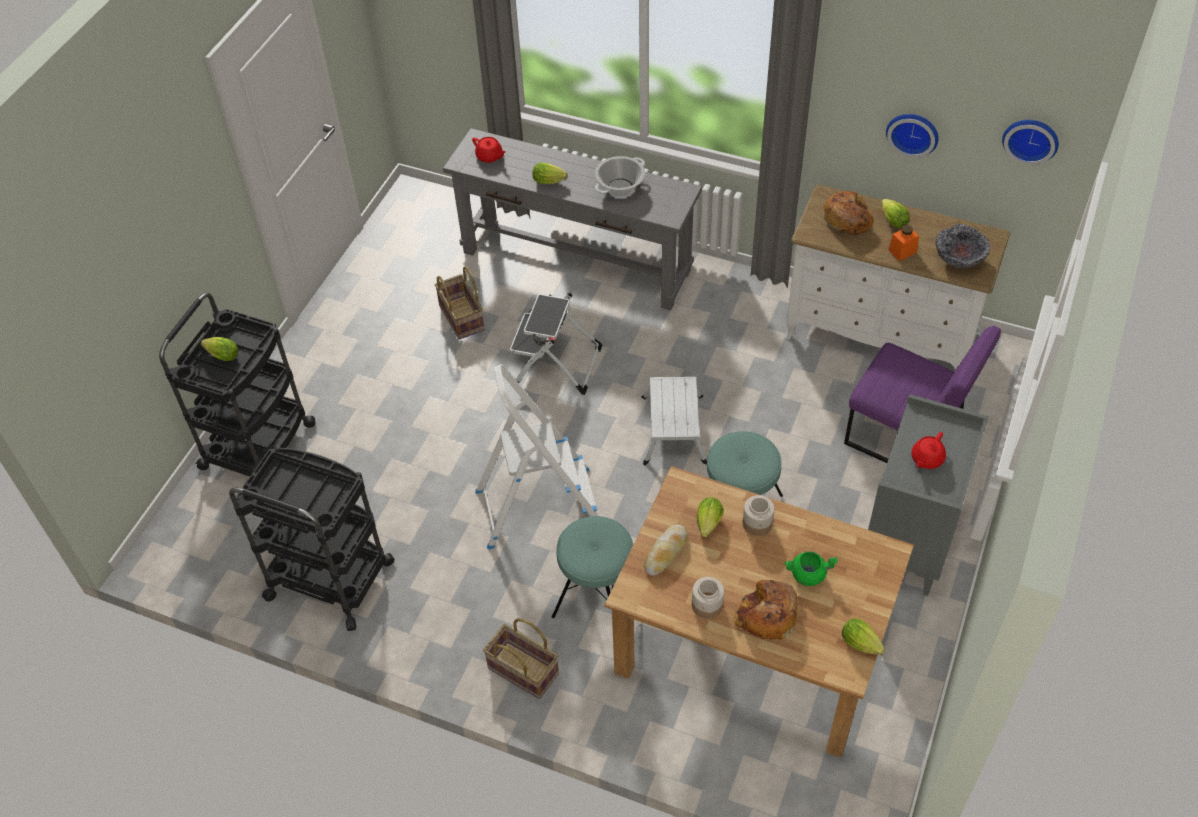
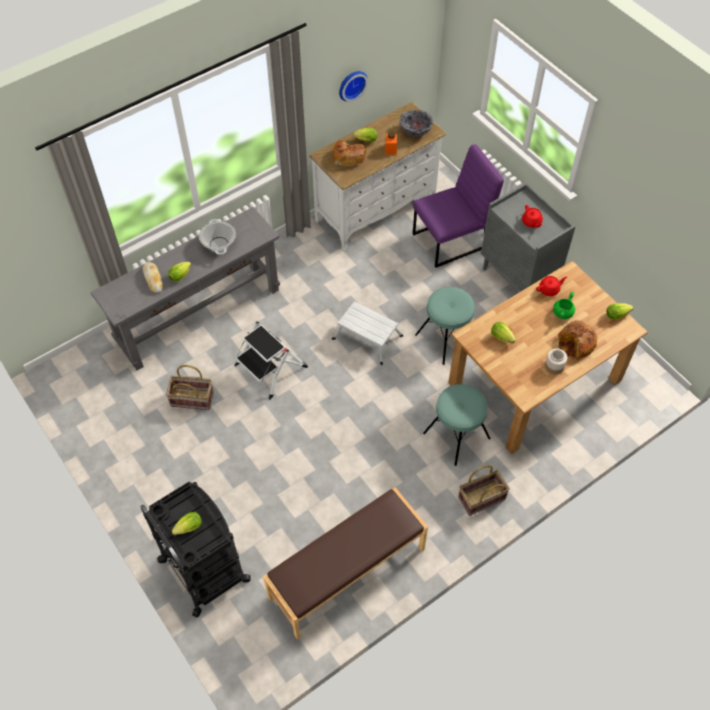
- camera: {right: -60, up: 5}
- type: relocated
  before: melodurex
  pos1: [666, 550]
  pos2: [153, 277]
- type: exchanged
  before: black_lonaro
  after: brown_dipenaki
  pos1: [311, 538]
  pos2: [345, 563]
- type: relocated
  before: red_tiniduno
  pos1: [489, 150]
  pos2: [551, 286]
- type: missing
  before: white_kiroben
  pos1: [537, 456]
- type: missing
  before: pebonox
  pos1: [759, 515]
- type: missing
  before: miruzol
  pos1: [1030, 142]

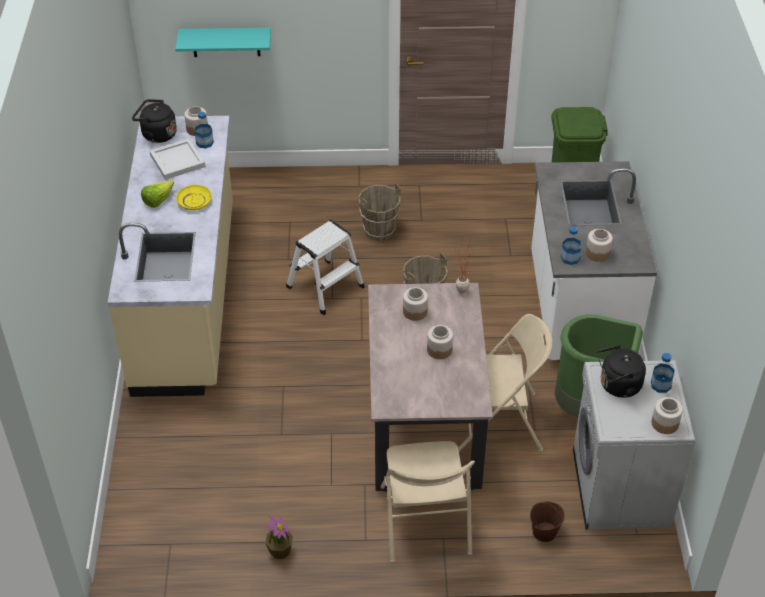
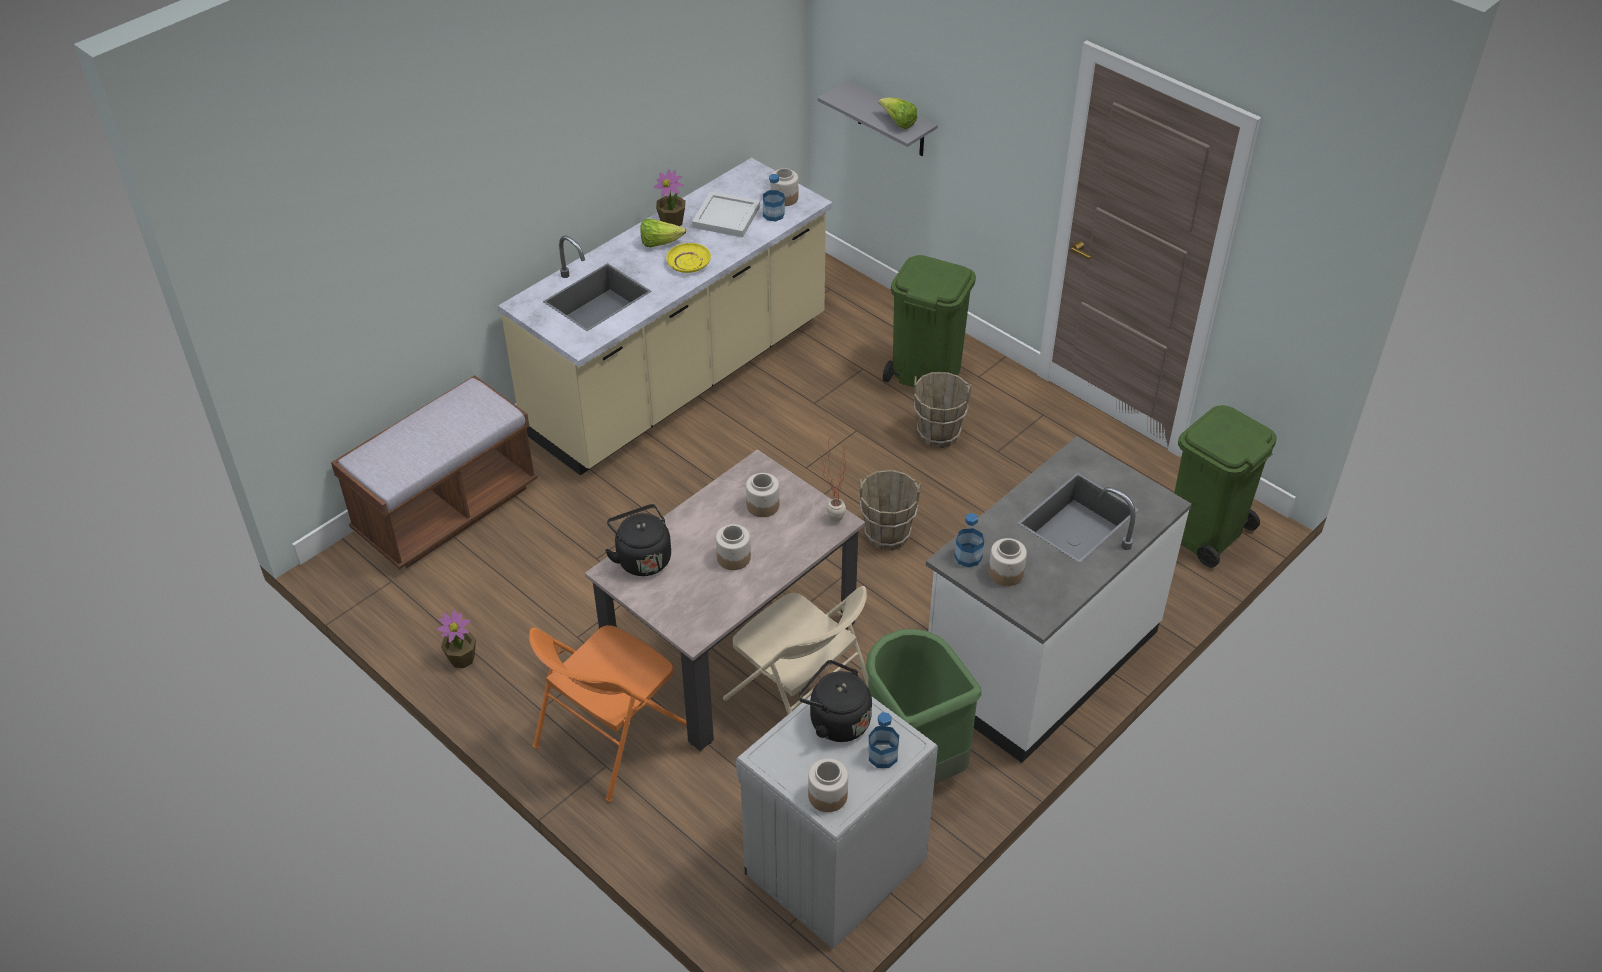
- camera: {right: 45, up: 0}
- type: appeared
  after: brown_dipenaki
  pos2: [434, 472]
- type: colour
  before: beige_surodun
  after: orange_surodun
  pos1: [428, 501]
  pos2: [608, 714]
- type: relocated
  before: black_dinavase
  pos1: [154, 121]
  pos2: [638, 540]
- type: appeared
  after: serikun
  pos2: [670, 197]
- type: colour
  before: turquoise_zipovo
  after: grey_zipovo
  pos1: [223, 42]
  pos2: [878, 118]
- type: appeared
  after: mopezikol
  pos2: [897, 113]
- type: appeared
  after: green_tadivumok
  pos2: [929, 321]
- type: missing
  before: white_kiroben
  pos1: [325, 267]
- type: missing
  before: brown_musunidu
  pos1: [547, 521]

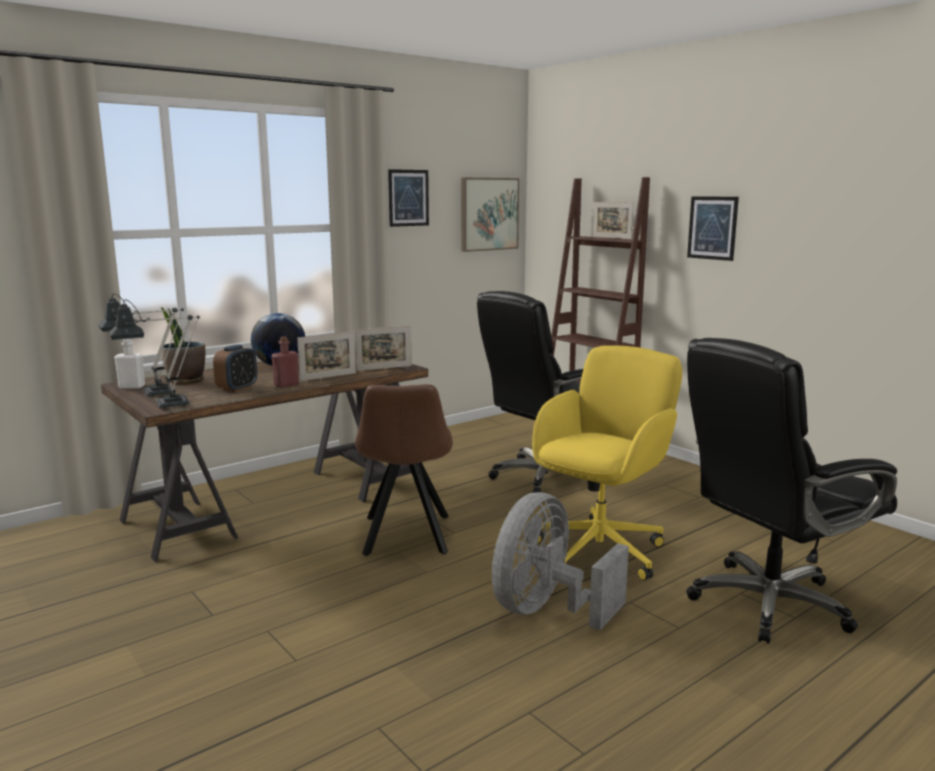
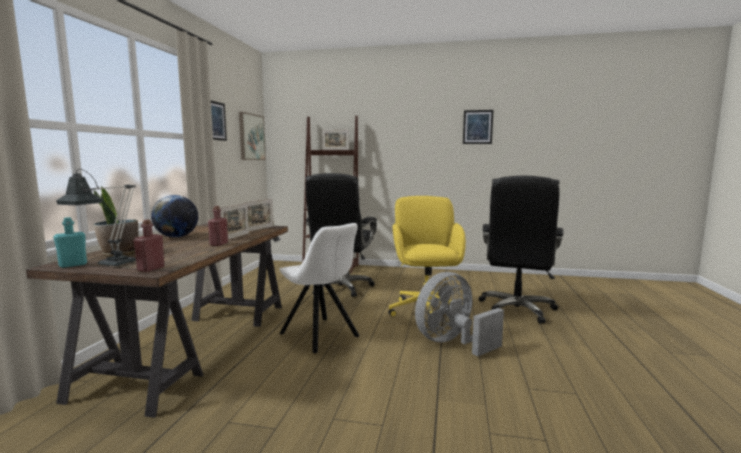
- camera: {right: -40, up: -5}
- type: colour
  before: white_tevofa
  after: turquoise_tevofa
  pos1: [129, 364]
  pos2: [70, 242]
- type: exchanged
  before: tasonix
  after: red_tevofa
  pos1: [154, 354]
  pos2: [149, 245]
- type: colour
  before: brown_surodun
  after: white_surodun
  pos1: [404, 470]
  pos2: [319, 288]
- type: spun
  before: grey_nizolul
  pos1: [560, 561]
  pos2: [459, 314]
  turn: 60
- type: relocated
  before: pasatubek
  pos1: [713, 228]
  pos2: [478, 127]
- type: missing
  before: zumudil
  pos1: [235, 368]

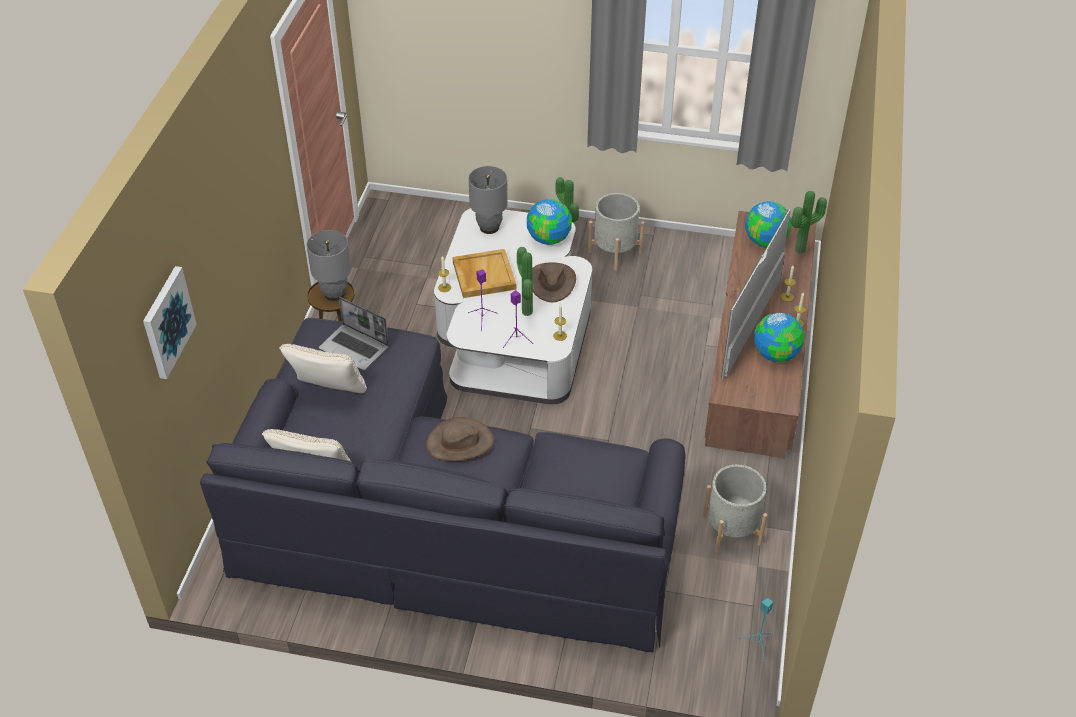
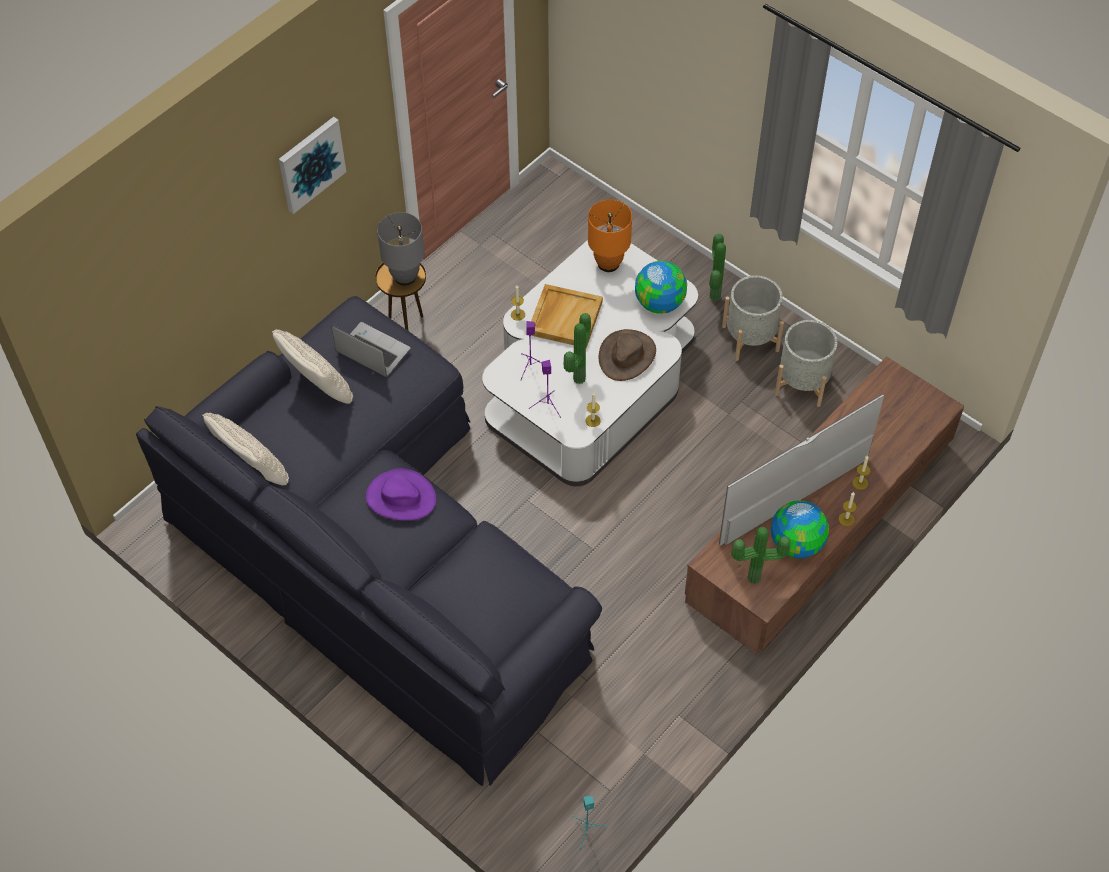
- camera: {right: 30, up: 10}
- type: relocated
  before: pasatubek
  pos1: [170, 322]
  pos2: [312, 165]
- type: spun
  before: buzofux
  pos1: [354, 333]
  pos2: [371, 349]
  turn: 150
- type: colour
  before: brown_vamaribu
  after: purple_vamaribu
  pos1: [460, 439]
  pos2: [401, 495]
- type: colour
  before: grey_tasonix
  after: orange_tasonix
  pos1: [488, 200]
  pos2: [610, 236]
- type: relocated
  before: serikun
  pos1: [809, 222]
  pos2: [761, 555]
- type: relocated
  before: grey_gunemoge
  pos1: [735, 509]
  pos2: [806, 363]
- type: missing
  before: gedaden
  pos1: [768, 224]

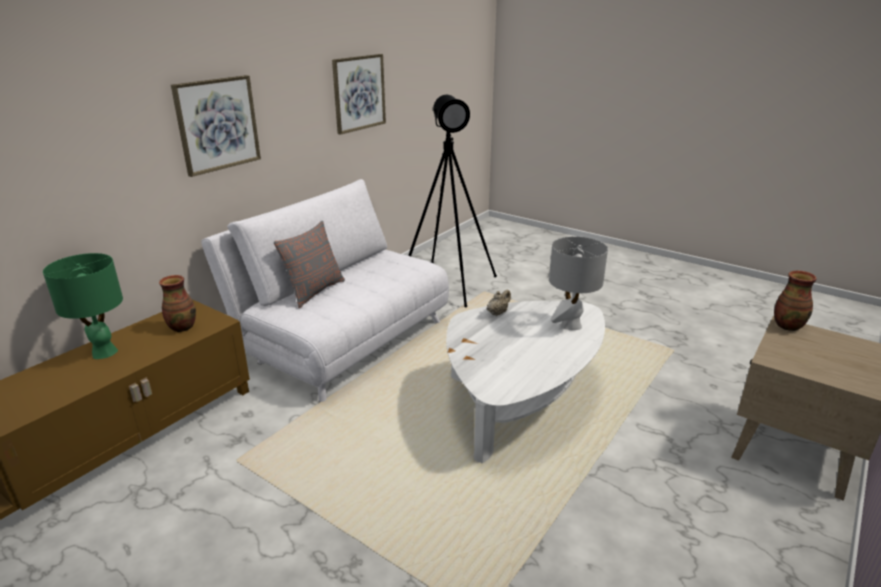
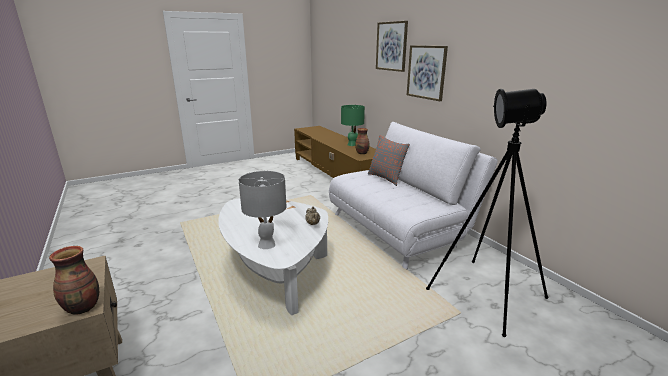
- camera: {right: 115, up: -5}
- type: relocated
  before: pasatubek
  pos1: [359, 94]
  pos2: [392, 46]

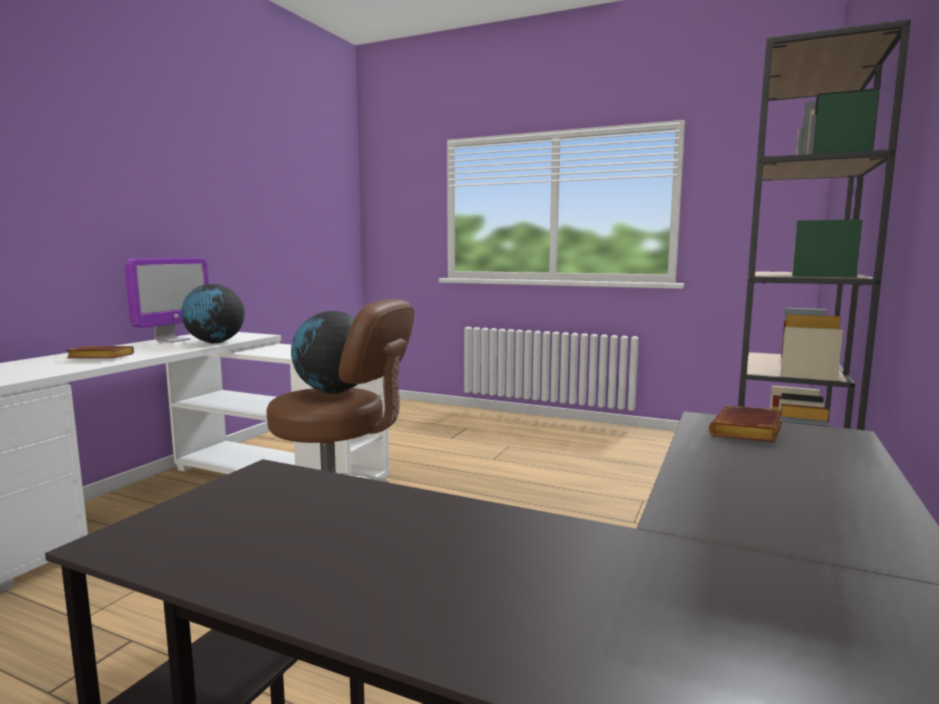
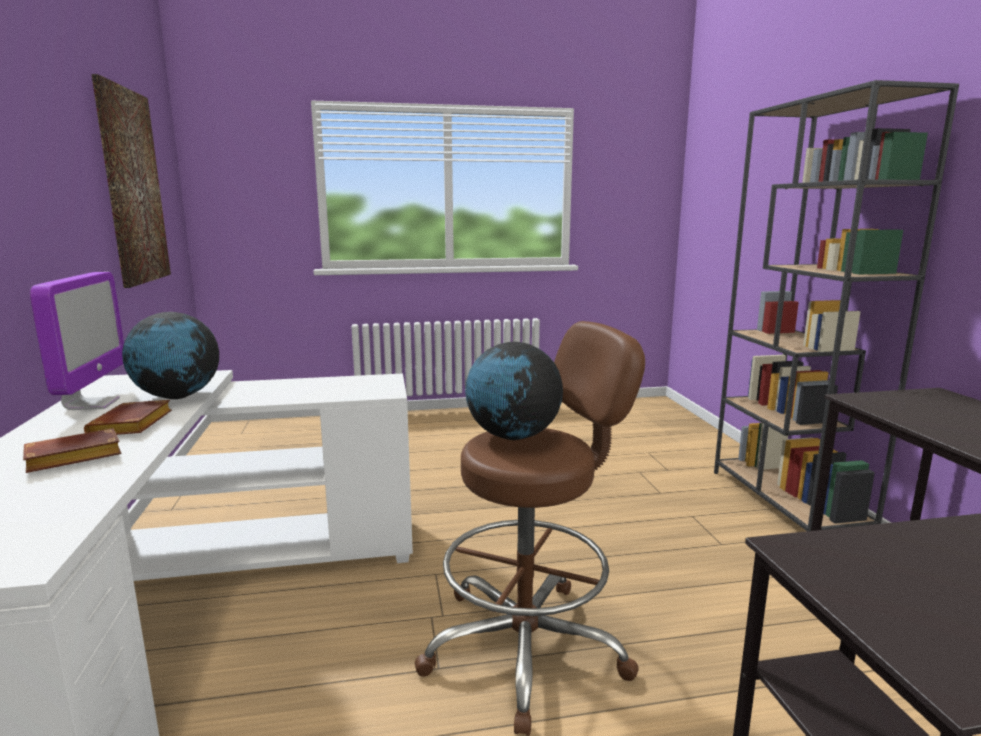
- camera: {right: -35, up: 5}
- type: relocated
  before: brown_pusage
  pos1: [746, 424]
  pos2: [128, 417]
- type: appeared
  after: pasatubek
  pos2: [131, 181]

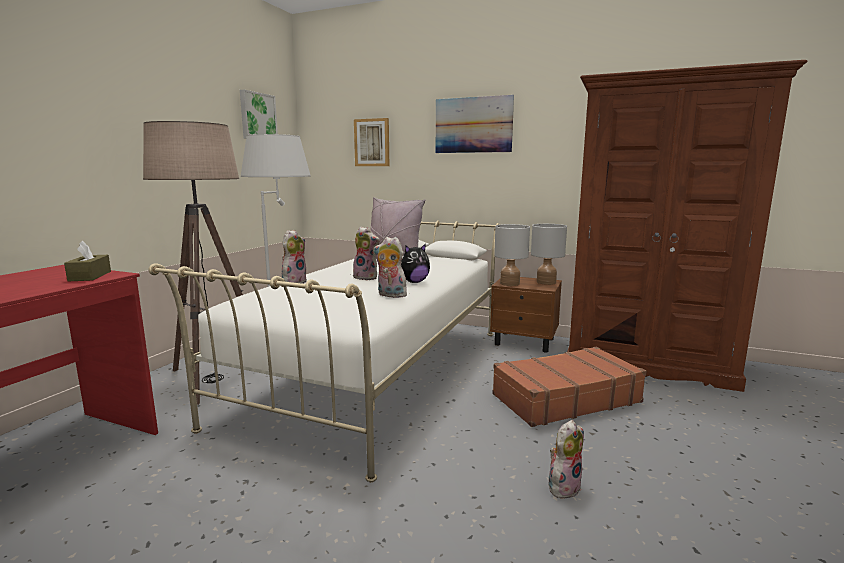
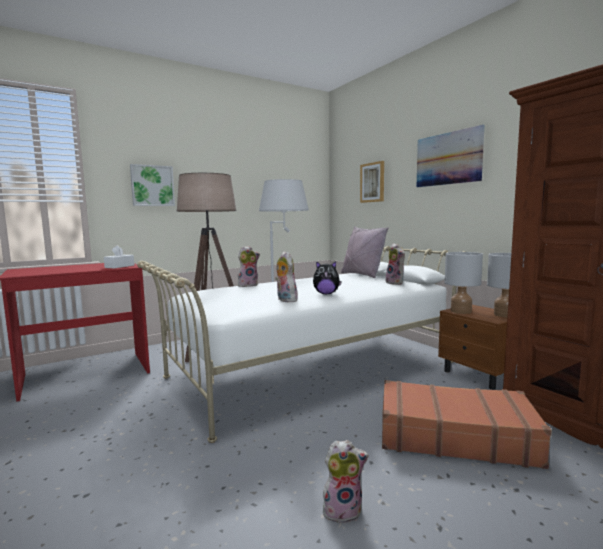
- camera: {right: 35, up: -5}
- type: colour
  before: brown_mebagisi
  after: white_mebagisi
  pos1: [87, 261]
  pos2: [119, 256]
- type: relocated
  before: pasatubek
  pos1: [259, 114]
  pos2: [152, 185]
- type: relocated
  before: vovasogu
  pos1: [366, 253]
  pos2: [395, 264]

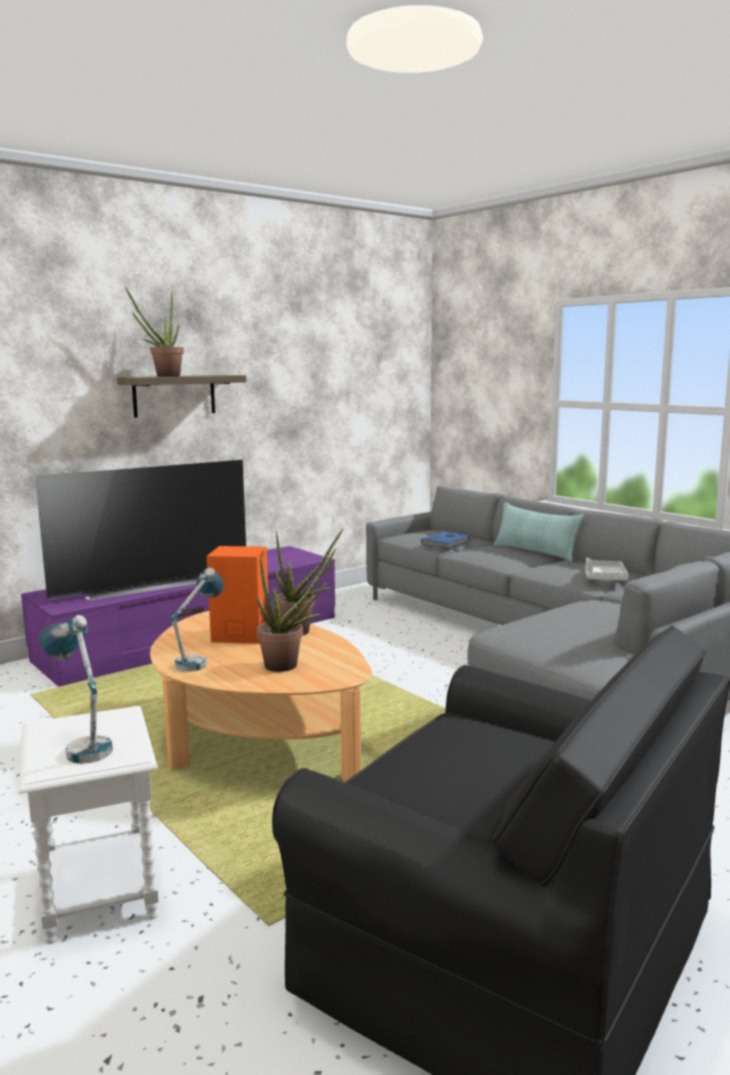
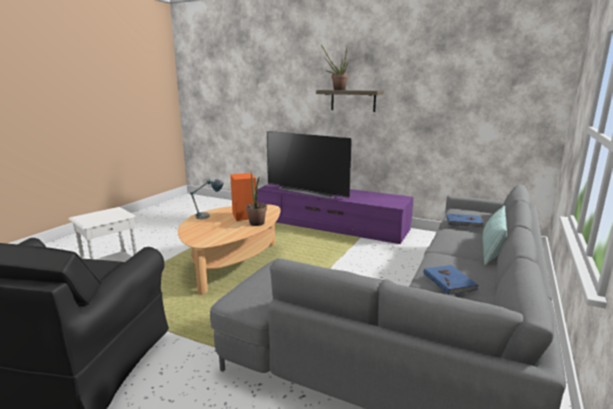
- camera: {right: 65, up: 5}
- type: exchanged
  before: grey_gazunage
  after: blue_pusage
  pos1: [606, 569]
  pos2: [451, 280]
- type: missing
  before: tasonix
  pos1: [76, 689]
- type: missing
  before: serikun
  pos1: [296, 610]

